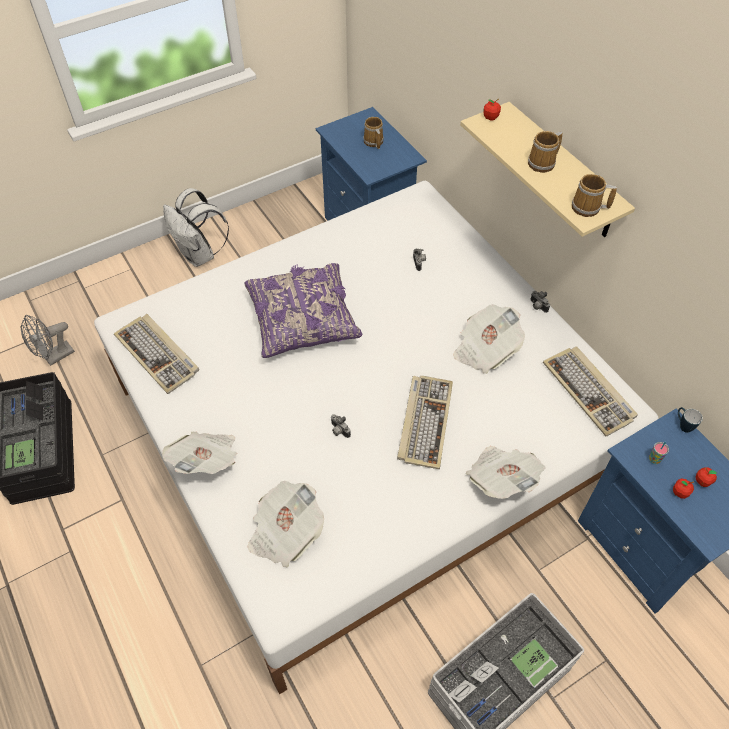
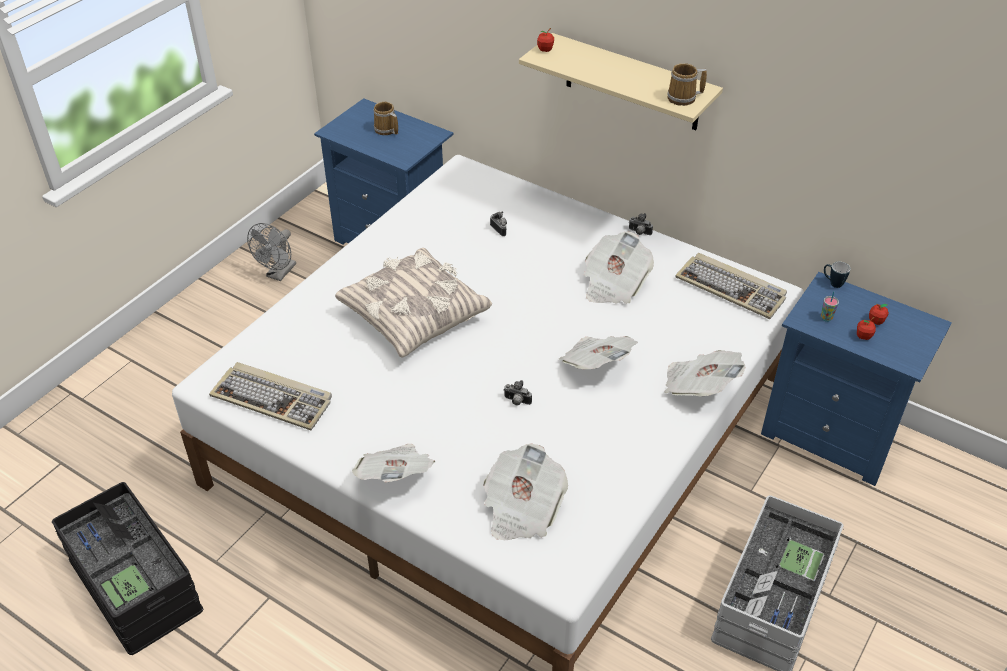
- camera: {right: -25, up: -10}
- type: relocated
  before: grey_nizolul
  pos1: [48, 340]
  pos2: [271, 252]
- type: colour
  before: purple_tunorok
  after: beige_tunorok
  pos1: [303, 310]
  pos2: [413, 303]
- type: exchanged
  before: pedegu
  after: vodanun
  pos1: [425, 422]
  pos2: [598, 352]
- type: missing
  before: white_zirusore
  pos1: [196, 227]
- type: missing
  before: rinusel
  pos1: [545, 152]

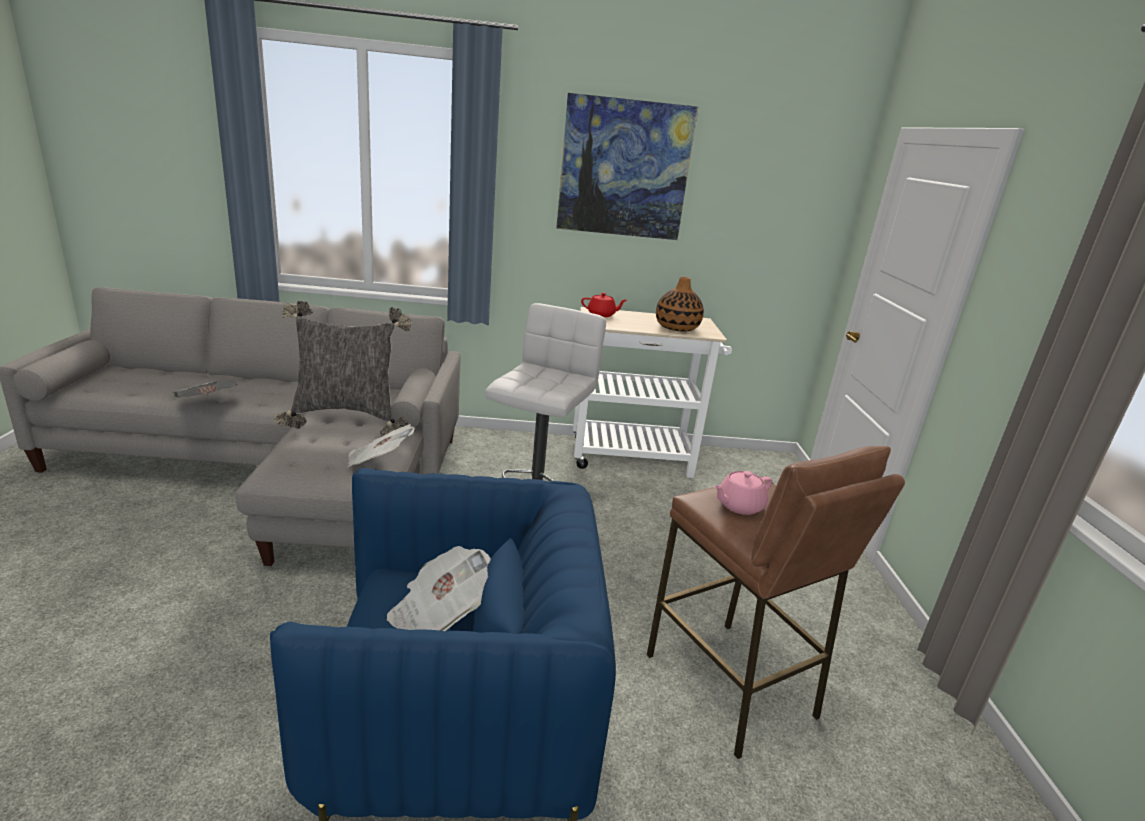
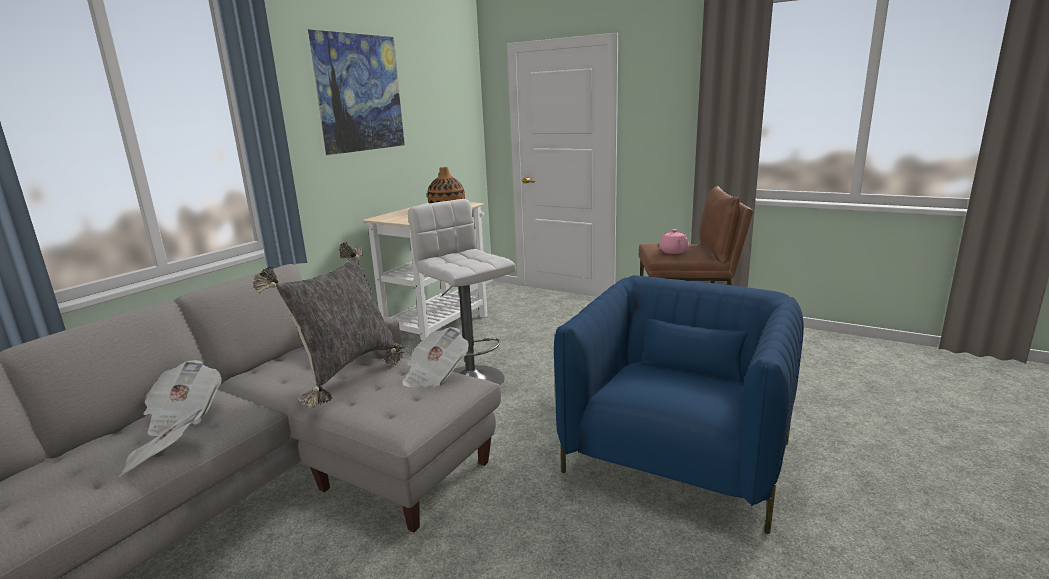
- camera: {right: -55, up: -5}
- type: relocated
  before: vodanun
  pos1: [439, 588]
  pos2: [182, 398]
- type: missing
  before: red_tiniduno
  pos1: [604, 304]

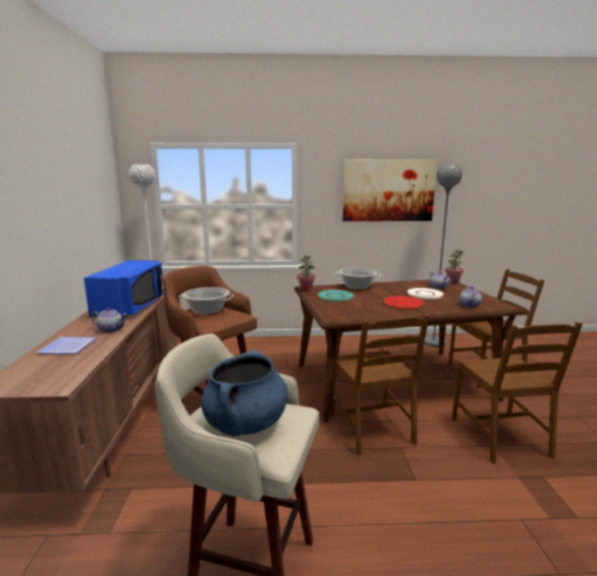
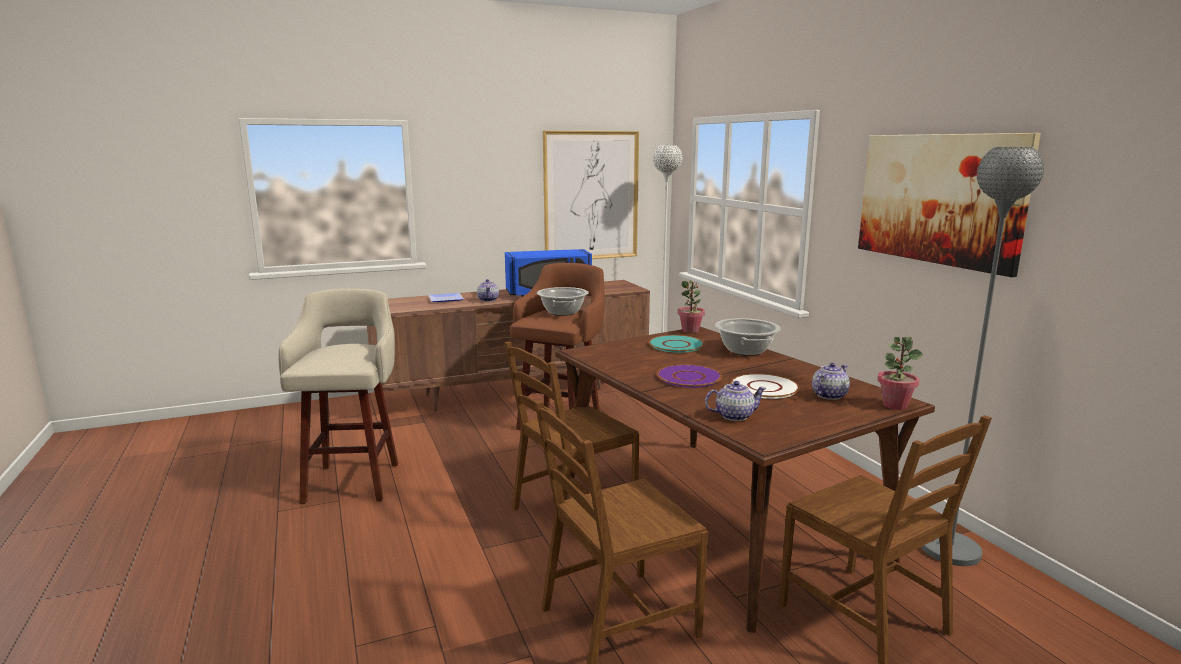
- camera: {right: 70, up: 0}
- type: appeared
  after: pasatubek
  pos2: [591, 195]
- type: colour
  before: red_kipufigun
  after: purple_kipufigun
  pos1: [404, 302]
  pos2: [689, 376]
- type: missing
  before: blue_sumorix
  pos1: [244, 393]

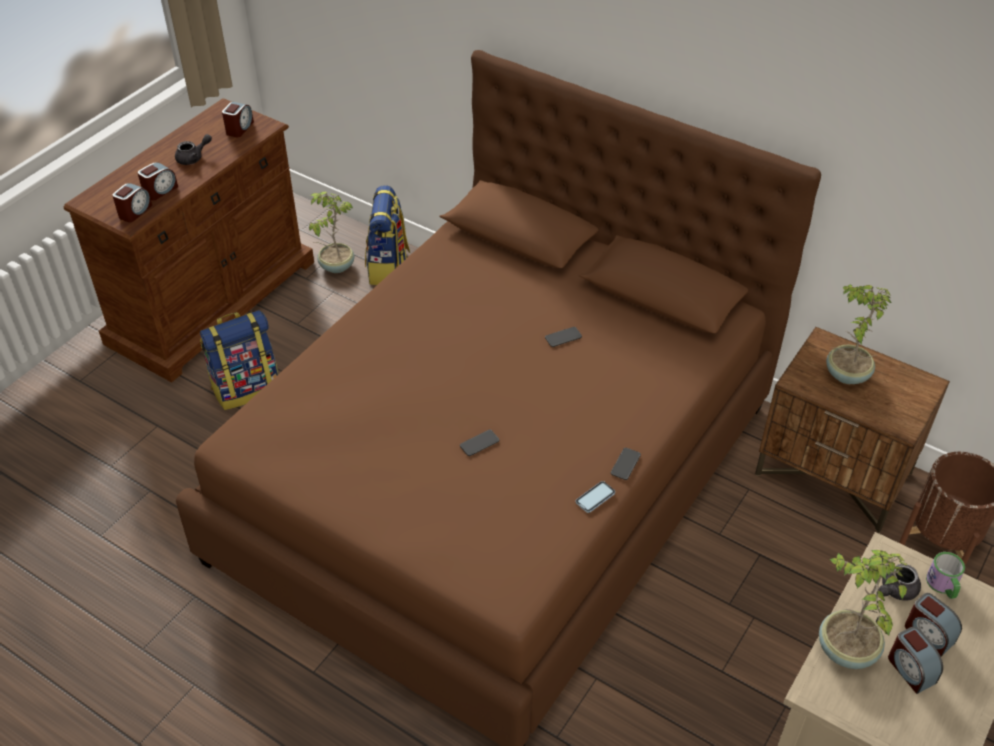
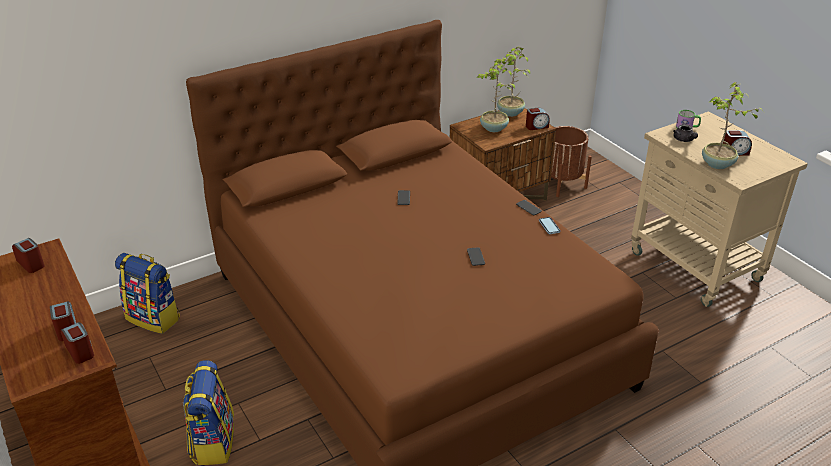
- camera: {right: -65, up: -10}
- type: relocated
  before: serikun
  pos1: [332, 232]
  pos2: [512, 81]
- type: relocated
  before: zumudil
  pos1: [933, 625]
  pos2: [538, 119]
- type: missing
  before: grey_tiniduno
  pos1: [193, 149]

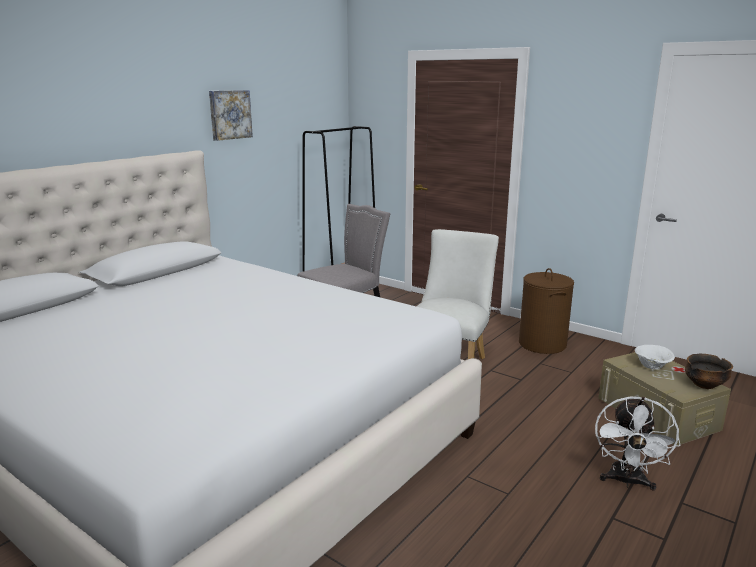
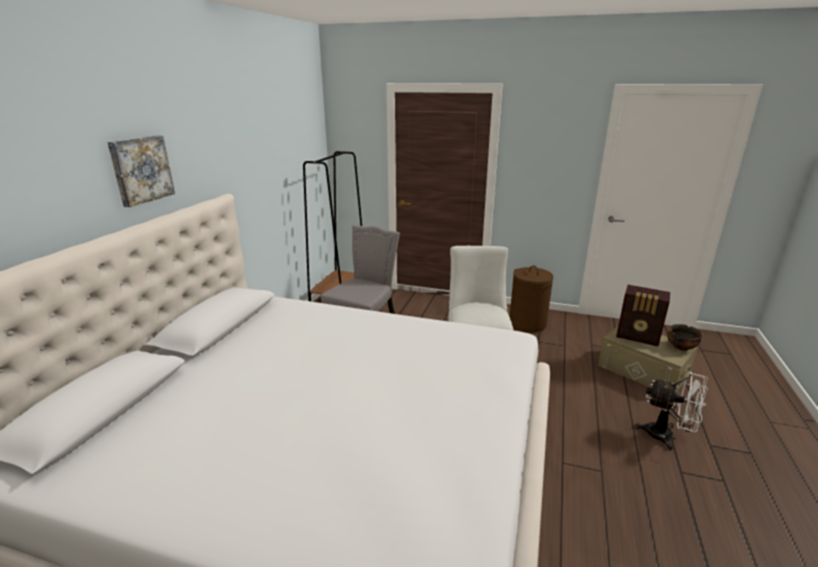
- camera: {right: -20, up: 5}
- type: relocated
  before: pasatubek
  pos1: [231, 115]
  pos2: [141, 171]
- type: exchanged
  before: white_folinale
  after: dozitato
  pos1: [655, 357]
  pos2: [643, 316]
- type: spun
  before: white_nizolul
  pos1: [638, 444]
  pos2: [671, 410]
  turn: -60

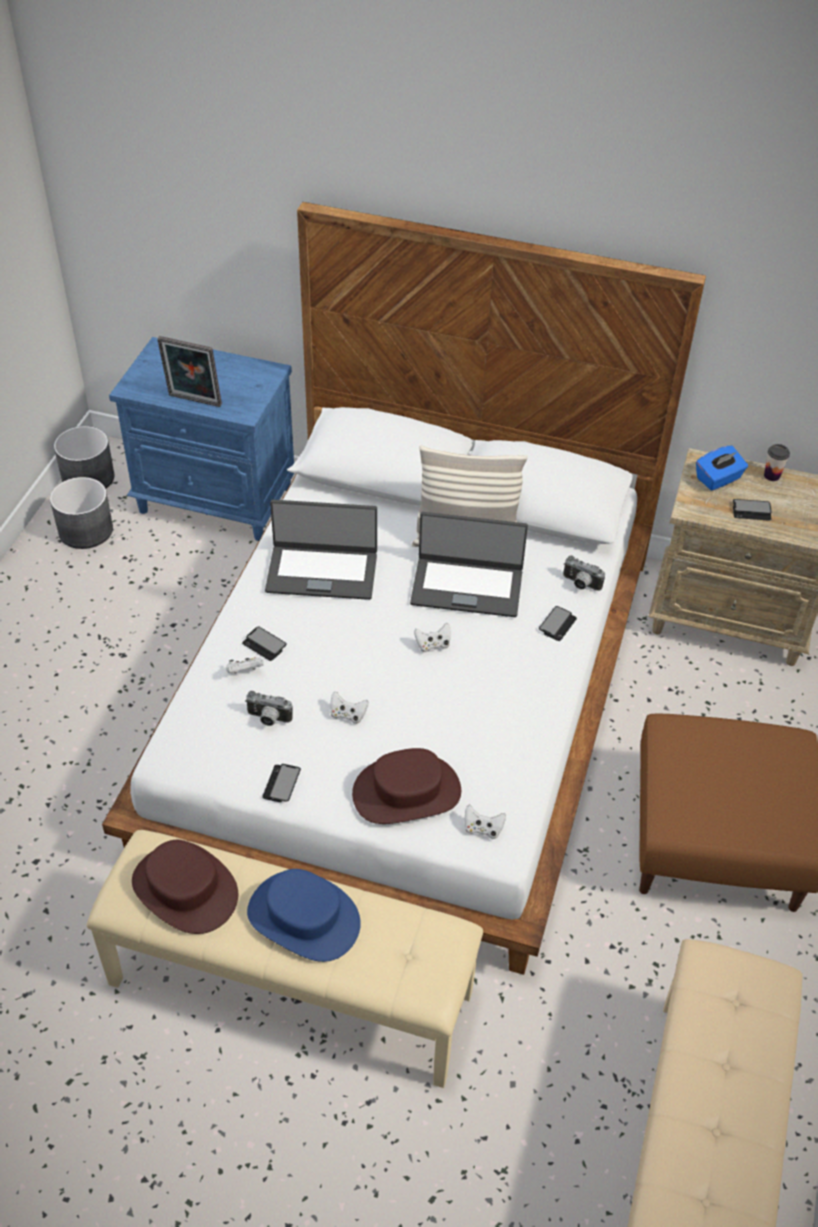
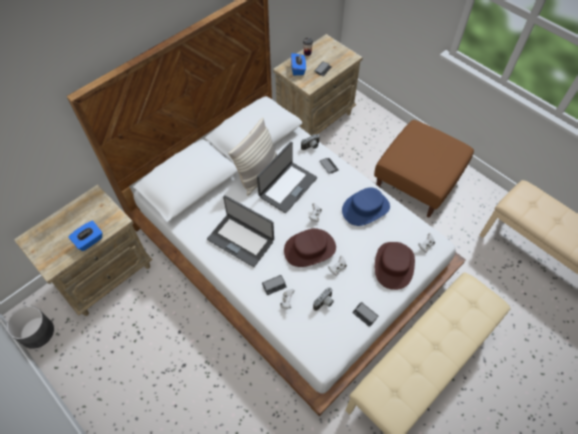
- camera: {right: -60, up: 10}
- type: colour
  before: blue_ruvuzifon
  after: beige_ruvuzifon
  pos1: [202, 439]
  pos2: [83, 250]
- type: exchanged
  before: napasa
  after: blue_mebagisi
  pos1: [189, 371]
  pos2: [85, 236]
- type: spun
  before: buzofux
  pos1: [321, 550]
  pos2: [240, 231]
  turn: 90
- type: relocated
  before: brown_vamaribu
  pos1: [185, 887]
  pos2: [310, 247]
- type: relocated
  before: blue_vamaribu
  pos1: [304, 915]
  pos2: [366, 206]
- type: missing
  before: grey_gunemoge
  pos1: [81, 513]

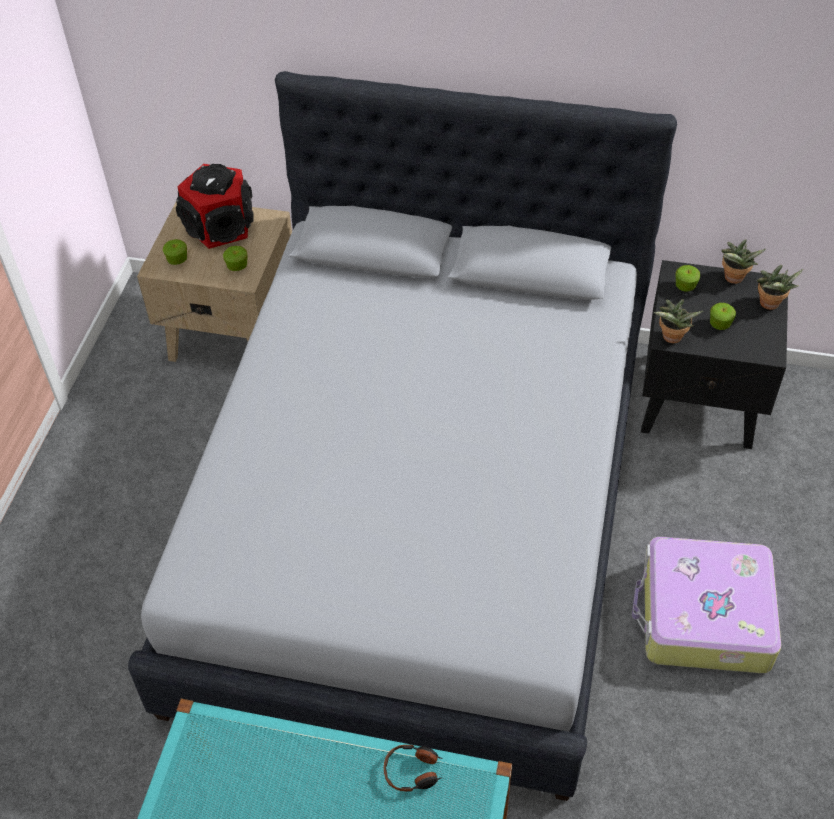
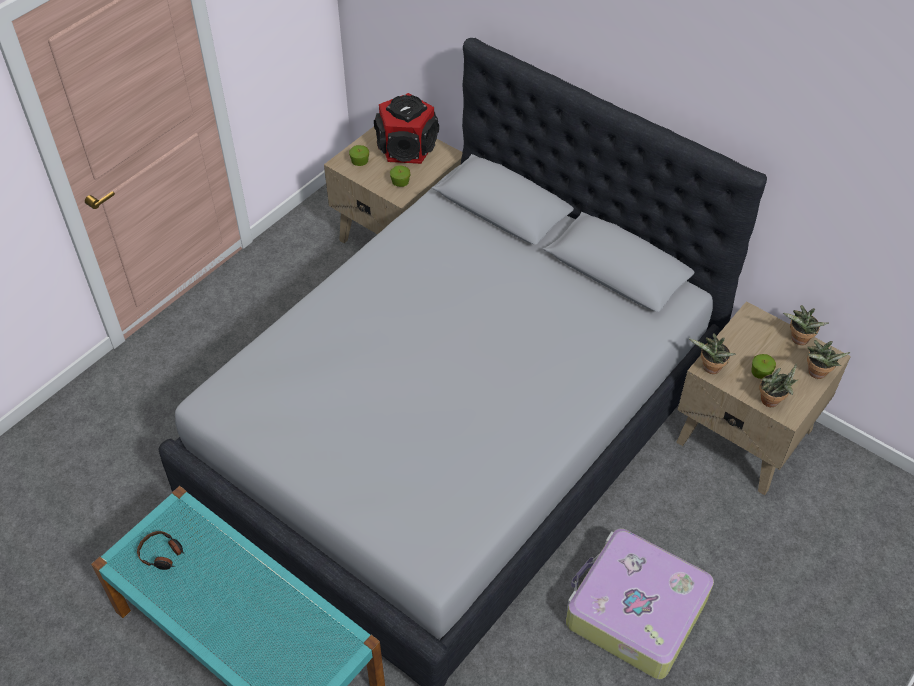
- camera: {right: 25, up: 0}
- type: relocated
  before: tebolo
  pos1: [413, 768]
  pos2: [160, 550]
- type: colour
  before: black_ruvuzifon
  after: beige_ruvuzifon
  pos1: [714, 354]
  pos2: [763, 398]
- type: appeared
  after: serikun
  pos2: [779, 385]
- type: missing
  before: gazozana
  pos1: [687, 278]

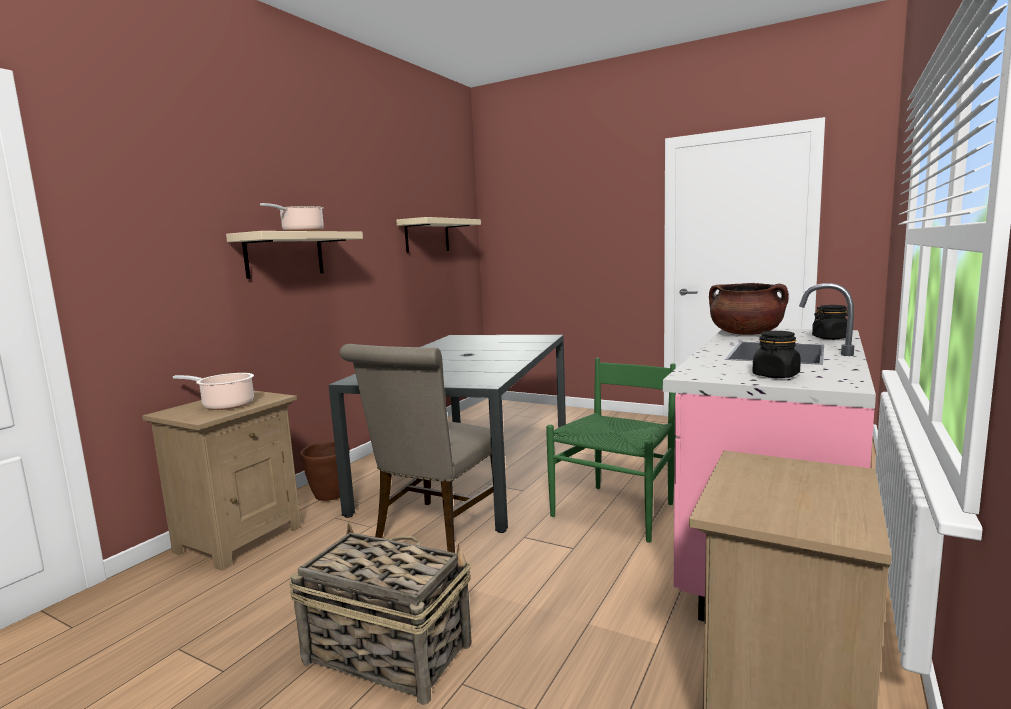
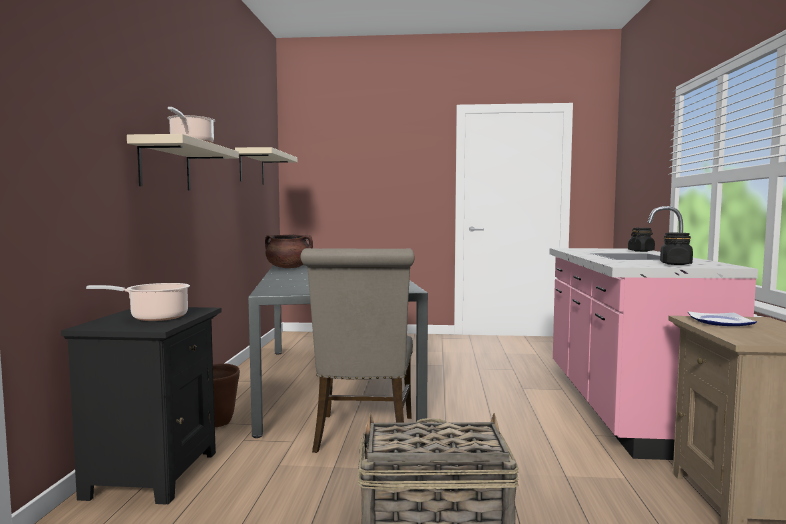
- camera: {right: -25, up: -5}
- type: colour
  before: beige_ruvuzifon
  after: black_ruvuzifon
  pos1: [221, 480]
  pos2: [141, 406]
- type: relocated
  before: brown_sumorix
  pos1: [749, 309]
  pos2: [289, 251]
- type: appeared
  after: kipufigun
  pos2: [722, 318]
- type: missing
  before: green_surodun
  pos1: [611, 450]

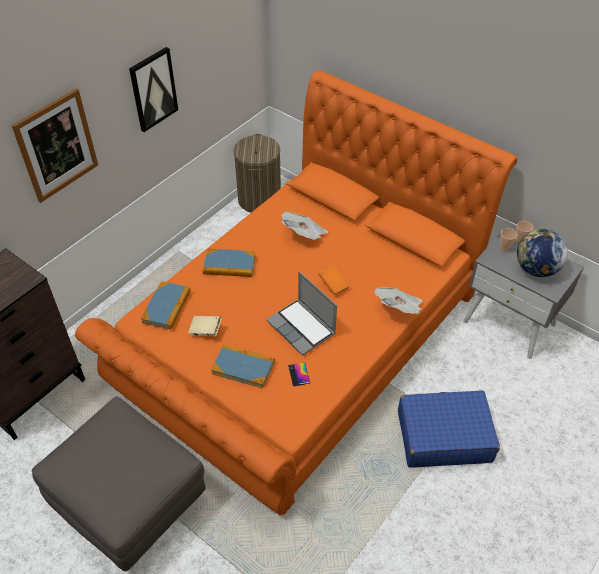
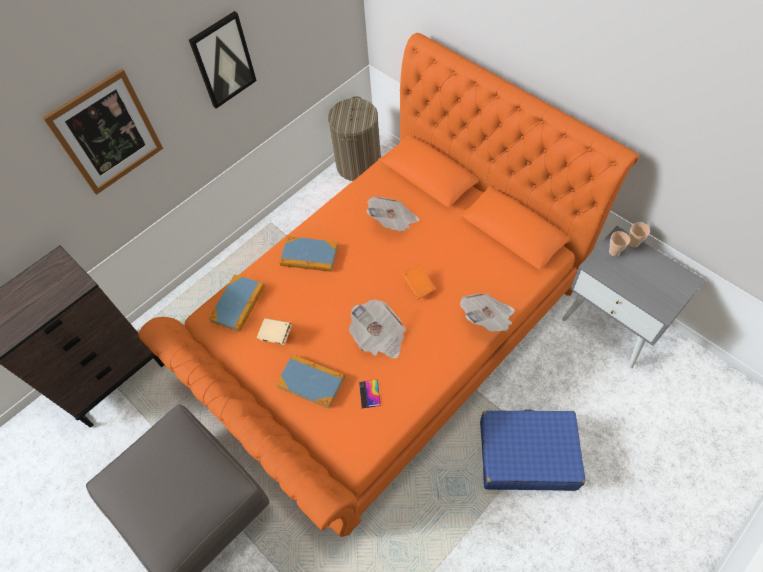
- camera: {right: 10, up: 10}
- type: exchanged
  before: buzofux
  after: vodanun
  pos1: [301, 313]
  pos2: [377, 329]
- type: missing
  before: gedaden
  pos1: [542, 253]

